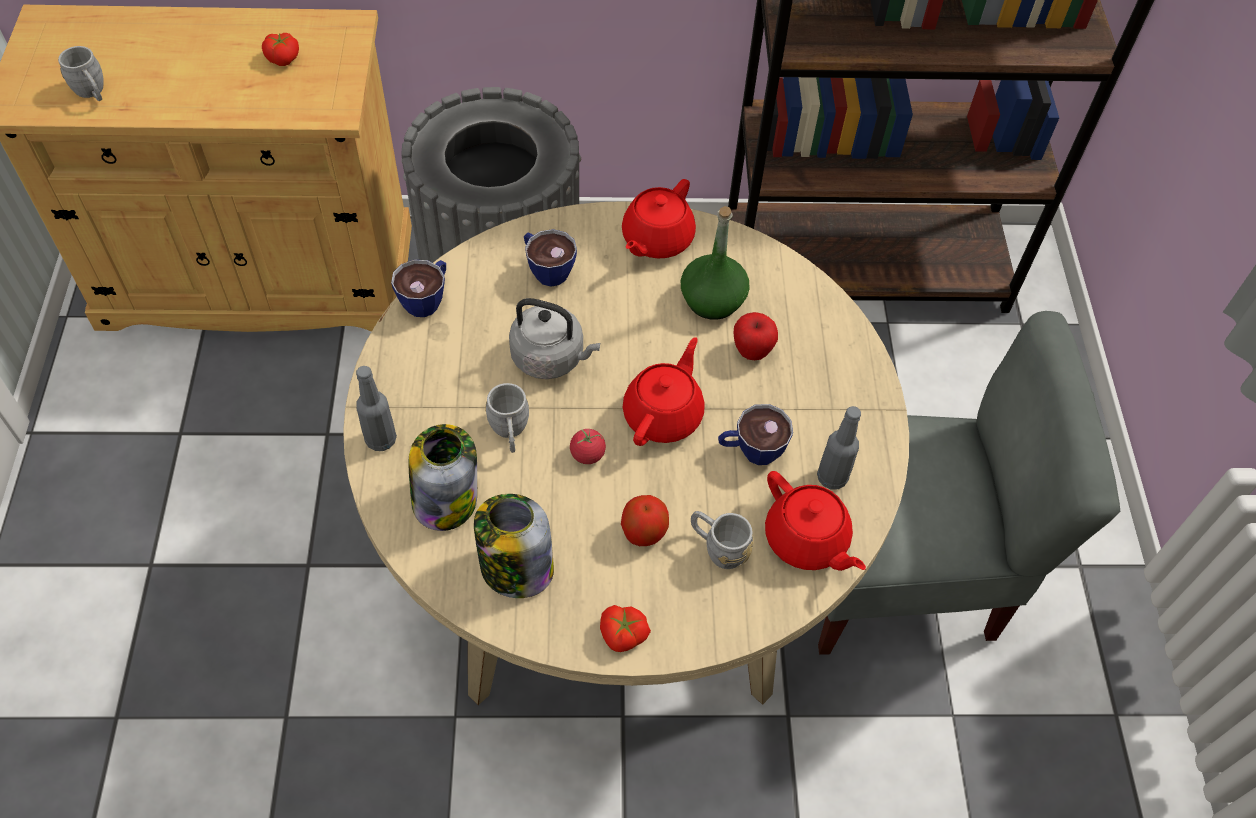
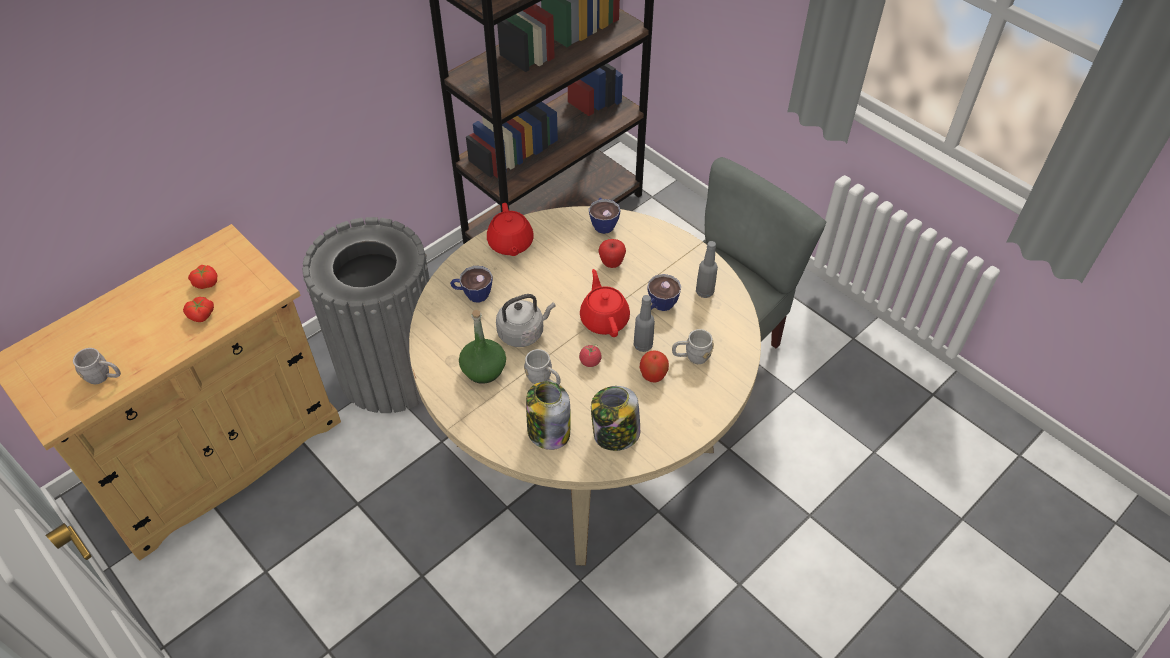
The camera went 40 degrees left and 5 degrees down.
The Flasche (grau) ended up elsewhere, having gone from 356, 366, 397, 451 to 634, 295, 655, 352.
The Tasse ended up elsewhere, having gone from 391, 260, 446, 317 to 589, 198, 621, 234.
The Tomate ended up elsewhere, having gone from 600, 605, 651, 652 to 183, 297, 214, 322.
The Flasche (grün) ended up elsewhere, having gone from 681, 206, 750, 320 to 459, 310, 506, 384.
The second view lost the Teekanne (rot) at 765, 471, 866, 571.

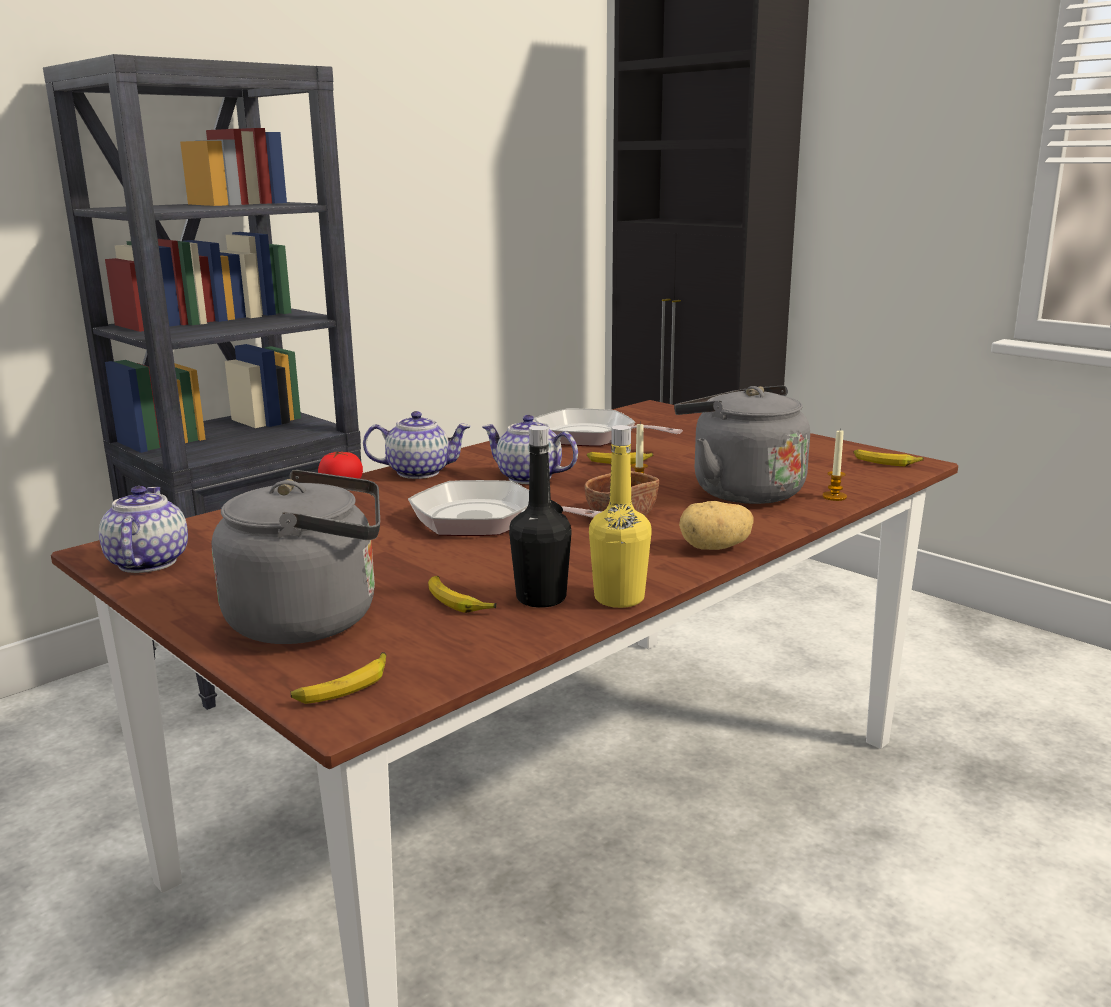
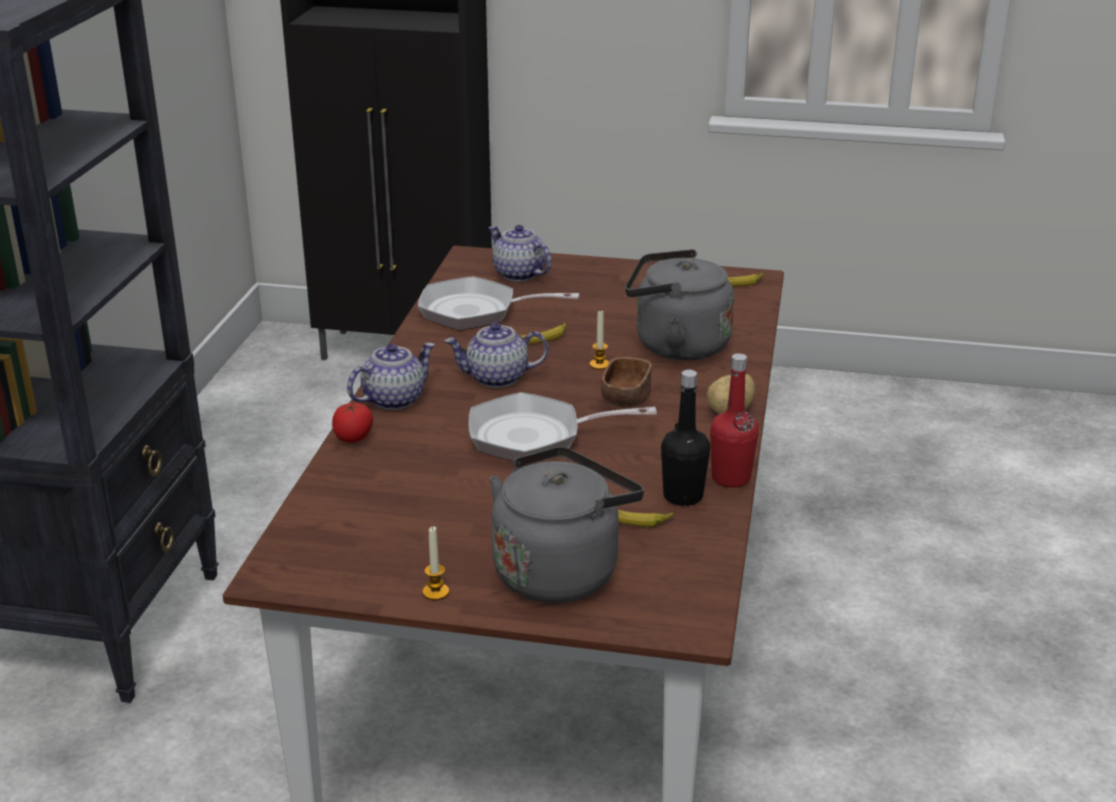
The camera went 35 degrees left and 10 degrees up.
The Teekanne ended up elsewhere, having gone from 99, 486, 188, 573 to 489, 225, 552, 282.
The second view lost the Banane at 291, 652, 387, 704.
What was the Flasche (gelb) at 589, 425, 652, 608 turned into the Flasche (rot) at 710, 353, 759, 487.
The Kerze ended up elsewhere, having gone from 822, 430, 847, 501 to 422, 526, 449, 601.

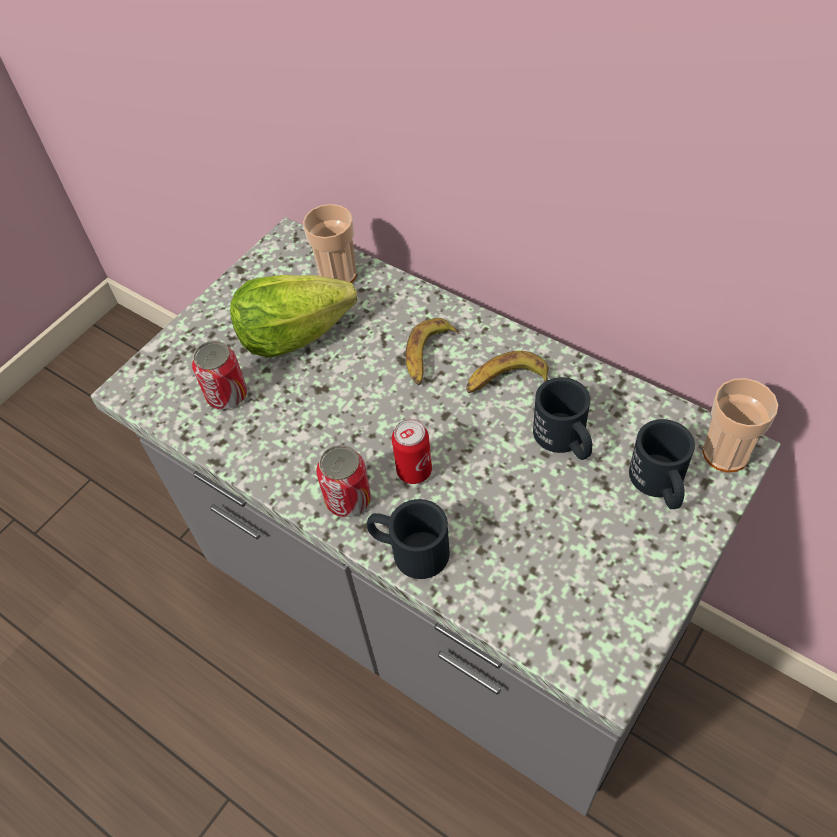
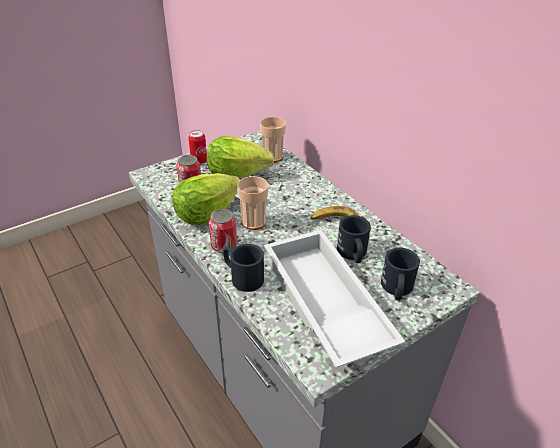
The camera went 15 degrees right and 15 degrees down.
The Dose ended up elsewhere, having gone from 392, 419, 432, 484 to 188, 130, 207, 164.
The second view lost the Banane at 406, 318, 459, 385.
The Tasse ended up elsewhere, having gone from 702, 378, 778, 472 to 237, 176, 268, 230.
The second view gained the Salatkopf at 172, 173, 240, 225.
The second view gained the Tablett (weiß) at 264, 230, 406, 368.

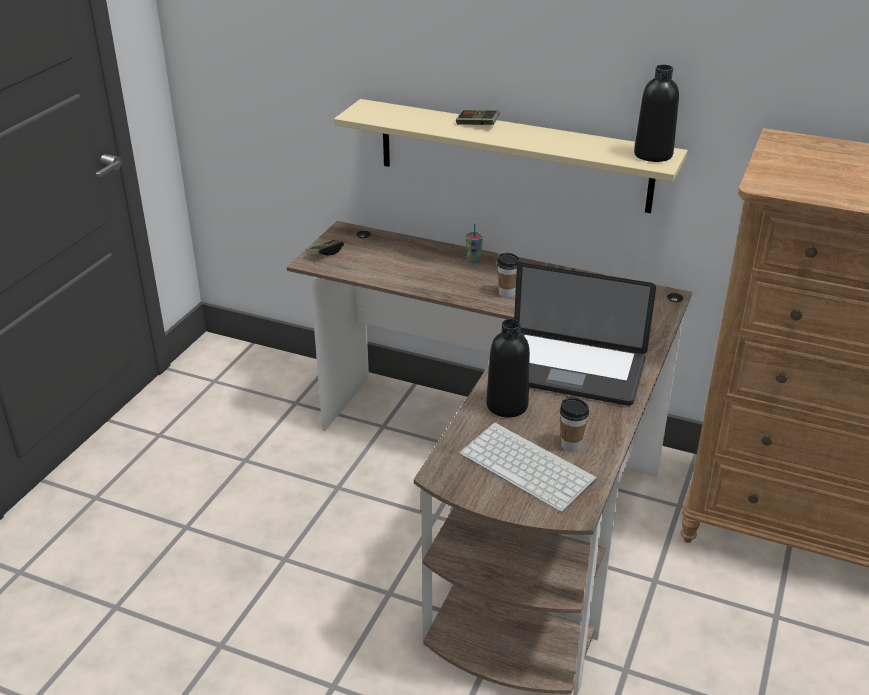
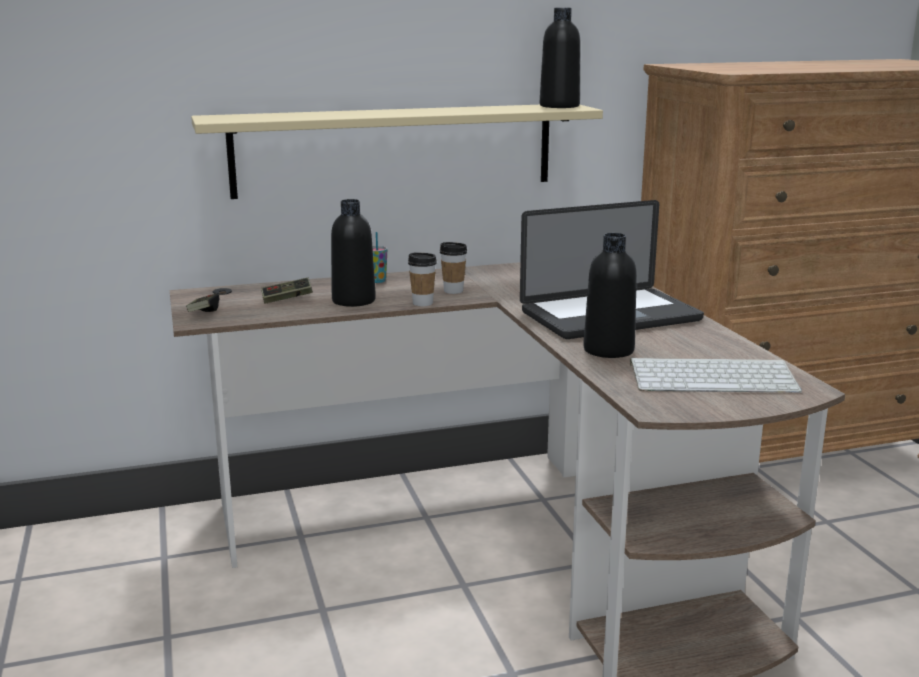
The camera went 40 degrees left and 15 degrees down.
The Gamepad ended up elsewhere, having gone from 456, 110, 500, 125 to 261, 278, 313, 303.
The Tasse ended up elsewhere, having gone from 560, 397, 589, 452 to 408, 253, 437, 306.
The second view gained the Flasche (schwarz) at 331, 199, 376, 307.

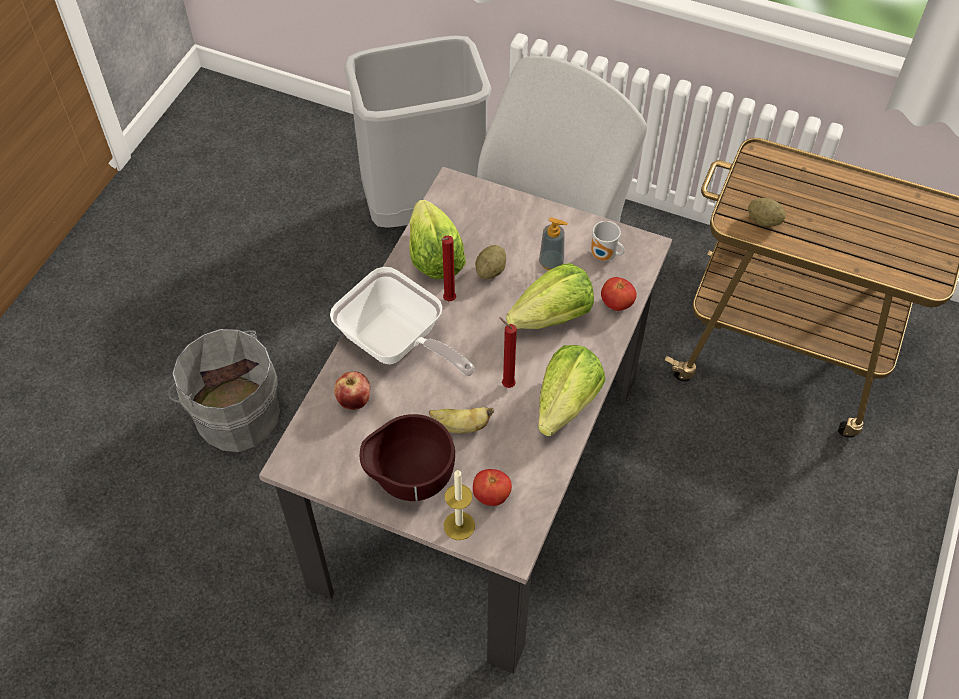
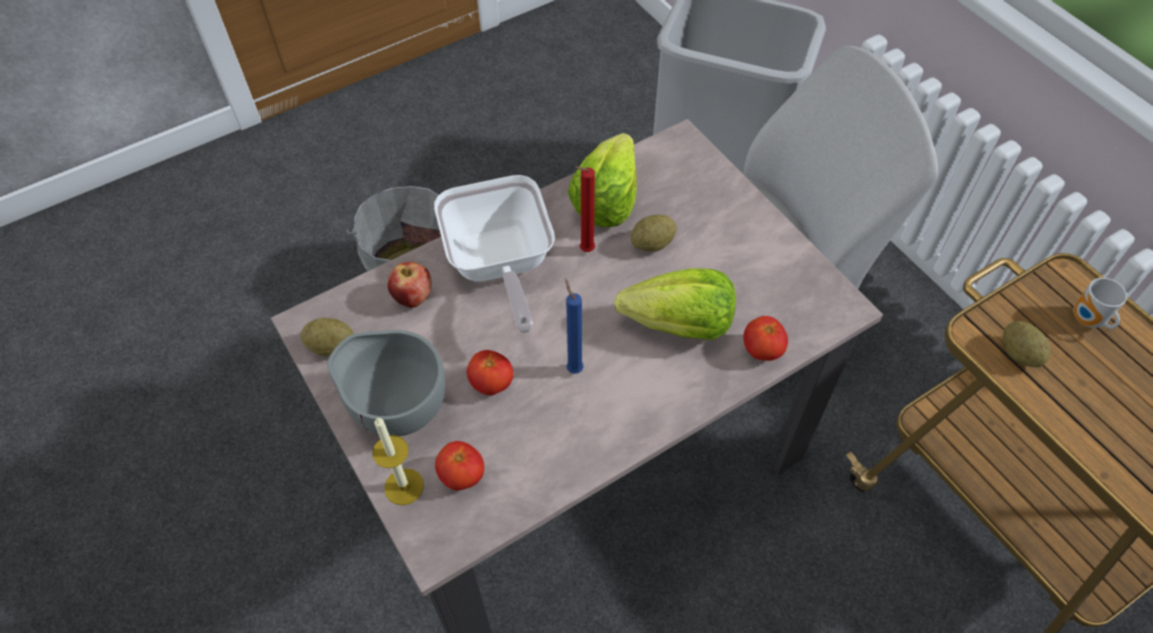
The camera went 35 degrees right and 0 degrees up.
What was the Schüssel (braun) at 360, 414, 455, 501 turned into the Schüssel (grau) at 328, 330, 445, 436.
Where the Banane stood at 429, 407, 494, 433, the Tomate came to stand at 467, 350, 514, 395.
What was the Kerze (rot) at 499, 317, 517, 388 turned into the Kerze (blau) at 565, 279, 584, 374.
The second view lost the Salatkopf at 538, 345, 605, 436.
The second view lost the Seifenspender at 539, 217, 568, 270.
The Henkelbecher ended up elsewhere, having gone from 591, 221, 625, 261 to 1073, 278, 1127, 329.
The second view gained the Kartoffel at 301, 318, 354, 356.

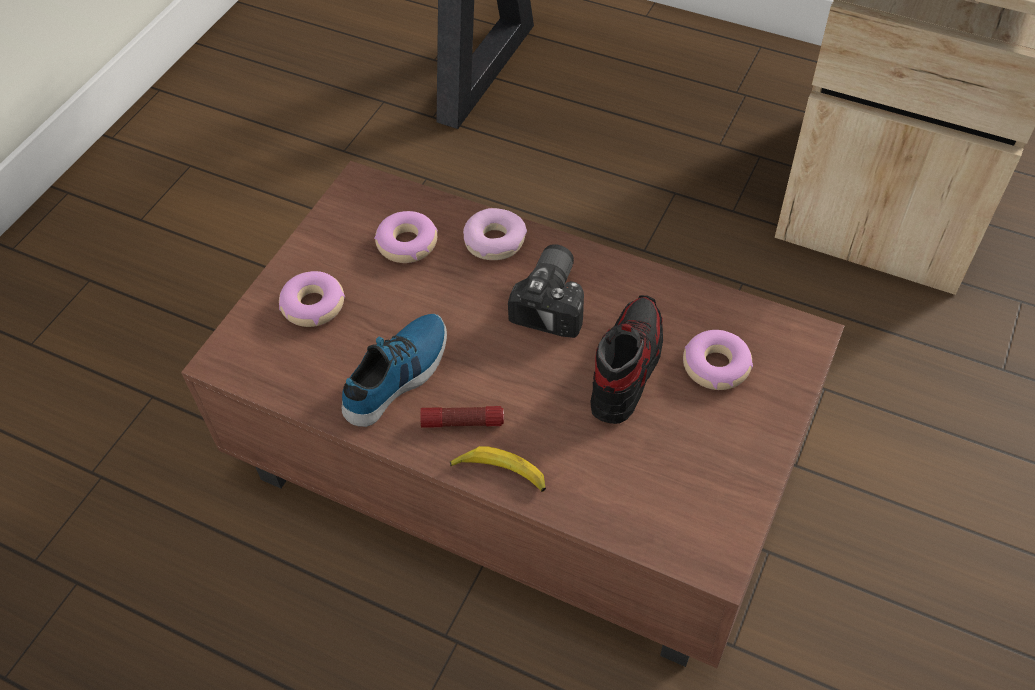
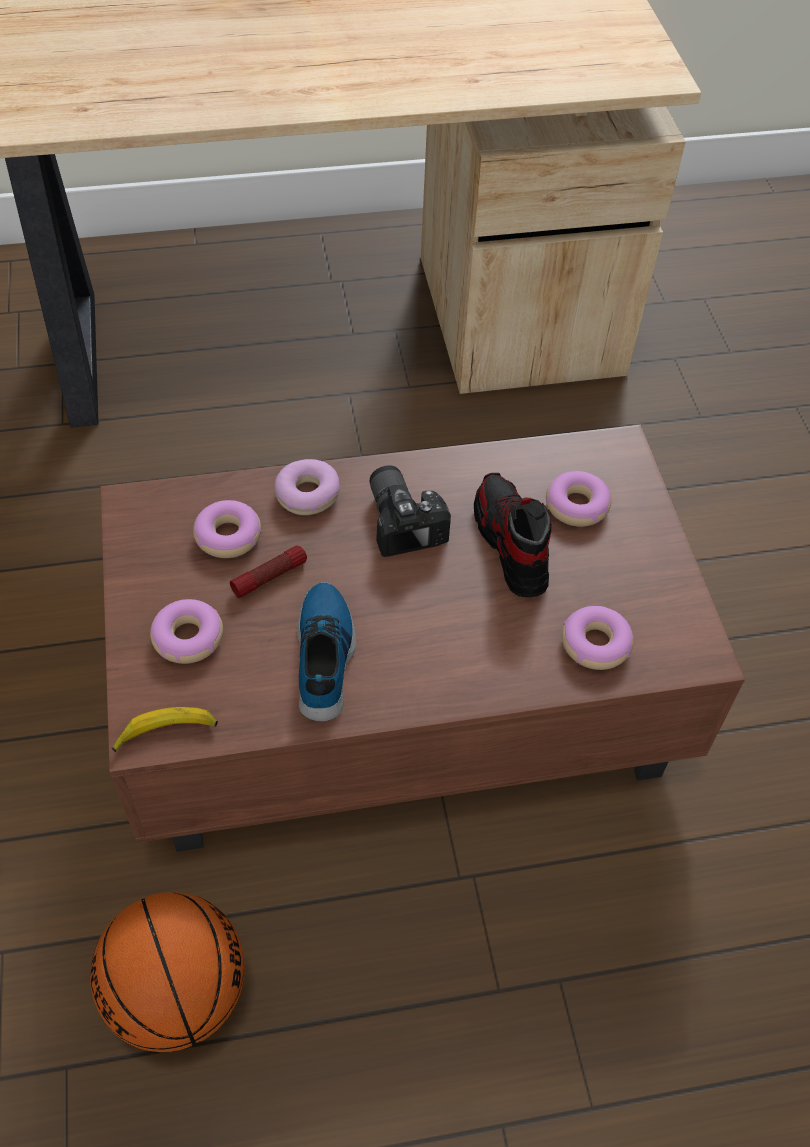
The camera went 40 degrees left and 0 degrees up.
The Taschenlampe ended up elsewhere, having gone from 420, 406, 504, 428 to 230, 545, 307, 598.
The Banane ended up elsewhere, having gone from 450, 446, 546, 492 to 112, 707, 218, 752.
The second view gained the Basketball at 90, 892, 245, 1052.
The second view gained the Donut at 562, 606, 634, 670.

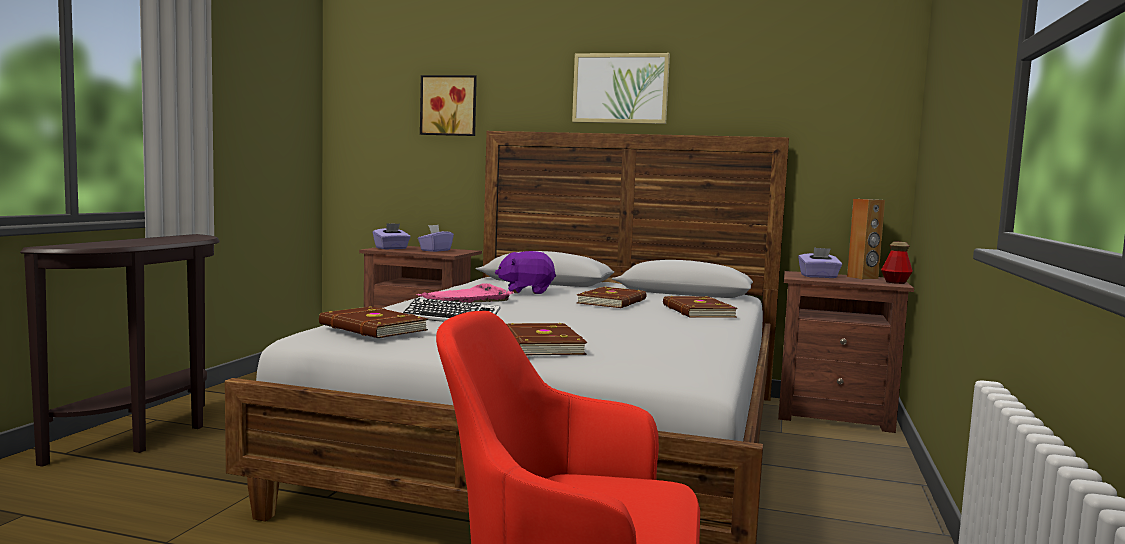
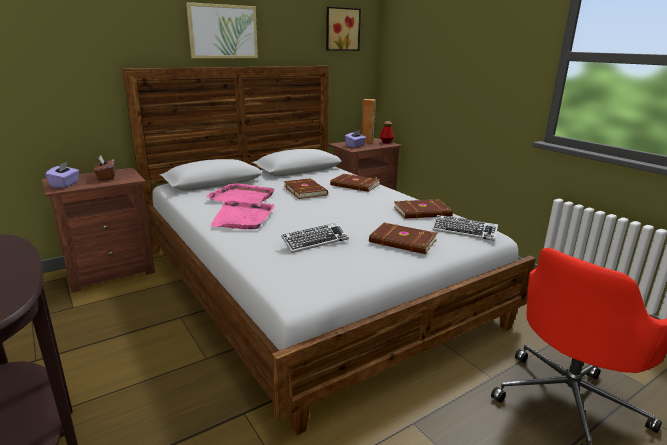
The camera went 50 degrees left and 15 degrees up.
The Buch (braun) ended up elsewhere, having gone from 319, 306, 428, 338 to 394, 199, 453, 219.
What was the Taschentuchbox (lila) at 418, 225, 454, 252 turned into the Taschentuchbox (braun) at 94, 156, 115, 180.
The Bild ended up elsewhere, having gone from 420, 75, 477, 136 to 326, 7, 361, 51.
Where the Plüschtier (lila) stood at 495, 251, 556, 294, the Tablett (rosa) came to stand at 206, 182, 275, 204.
The second view gained the Tastatur at 432, 215, 498, 241.

